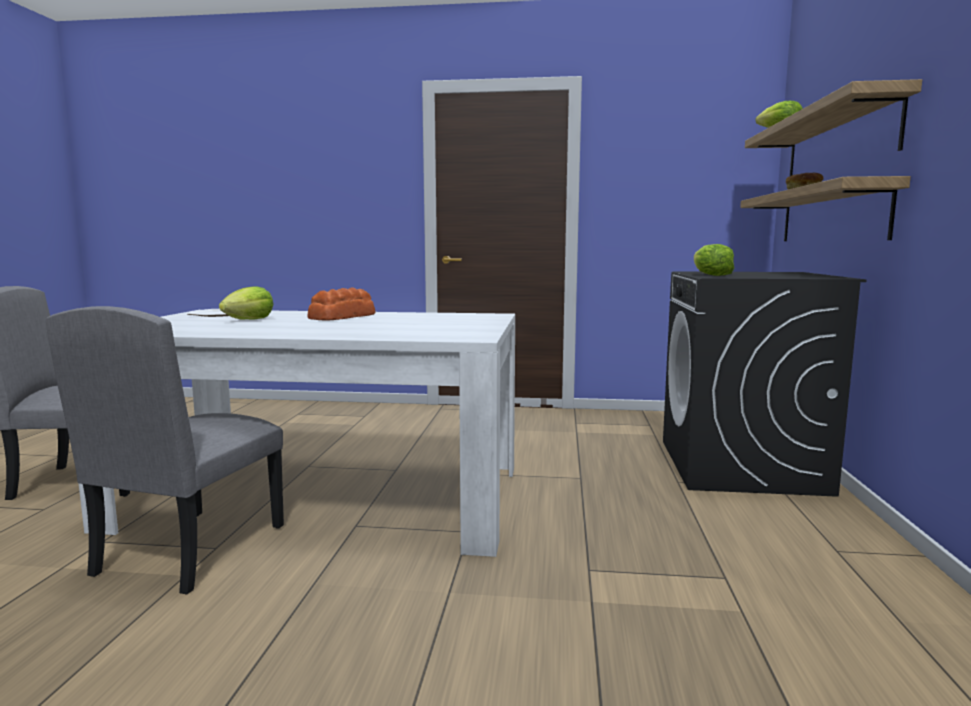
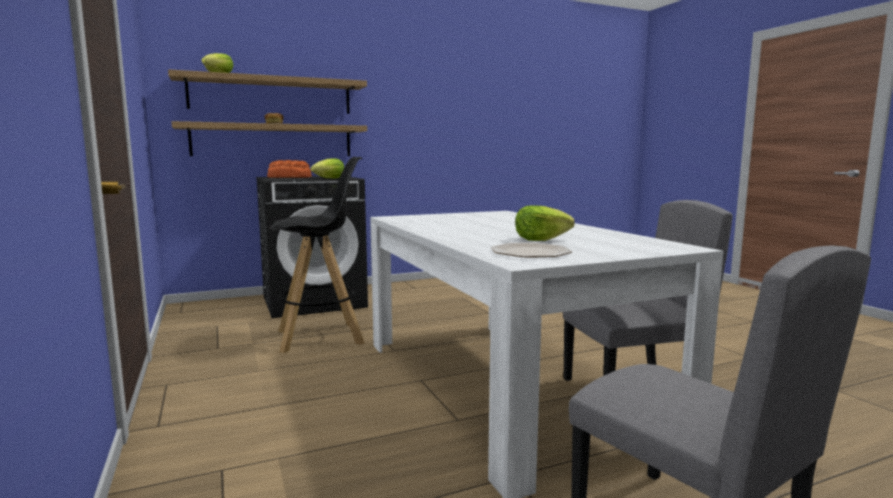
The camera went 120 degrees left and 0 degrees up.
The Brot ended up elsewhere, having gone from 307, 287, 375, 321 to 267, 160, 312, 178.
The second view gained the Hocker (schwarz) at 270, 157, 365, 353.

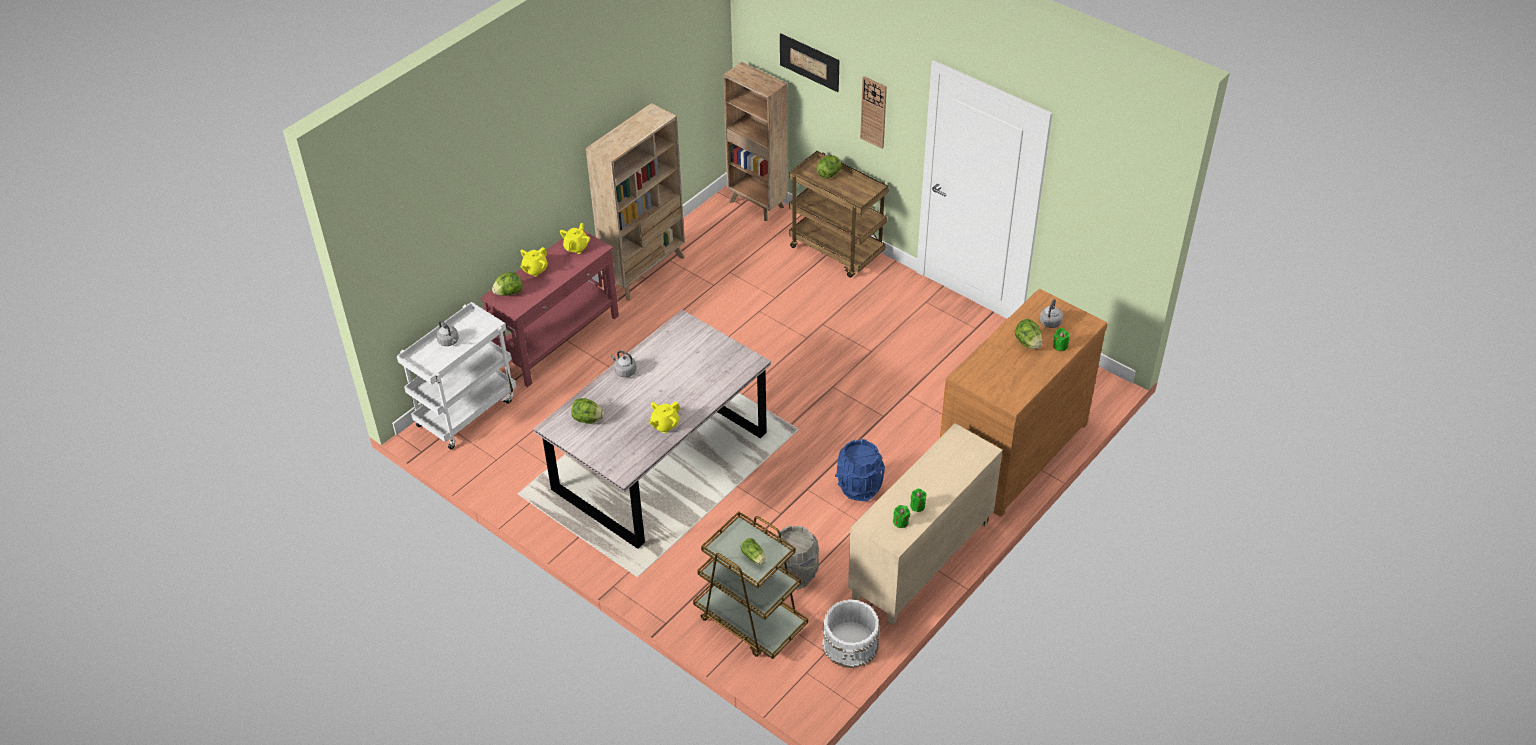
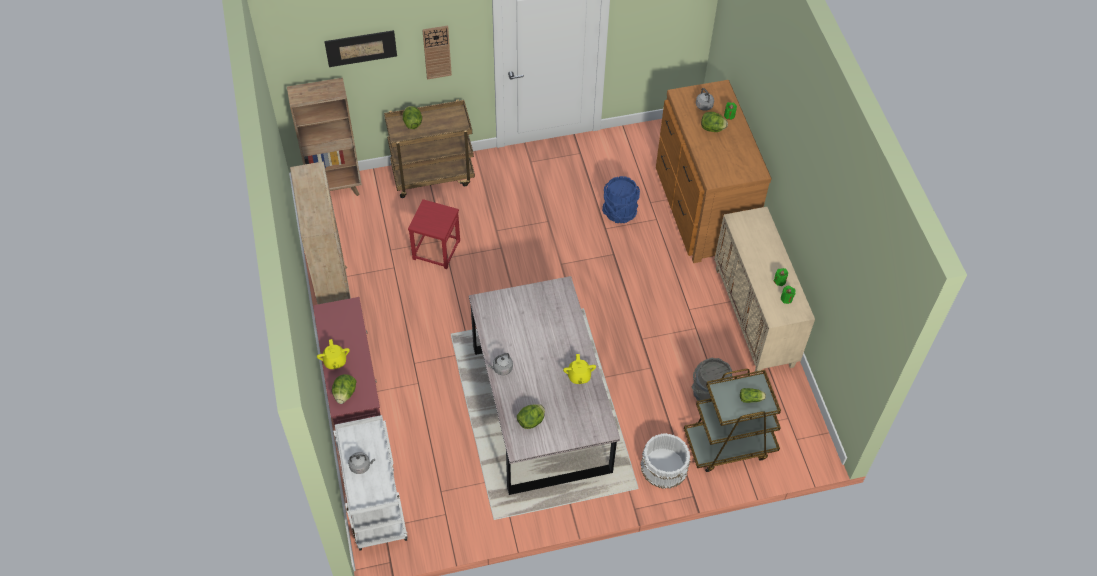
The camera went 55 degrees left and 10 degrees up.
The second view lost the Teekanne (gelb) at 560, 223, 590, 254.
The Eimer (weiß) ended up elsewhere, having gone from 822, 599, 880, 668 to 641, 433, 690, 489.
The Eimer (blau) ended up elsewhere, having gone from 835, 439, 885, 501 to 602, 176, 640, 223.
The second view gained the Hocker (rot) at 408, 199, 460, 269.

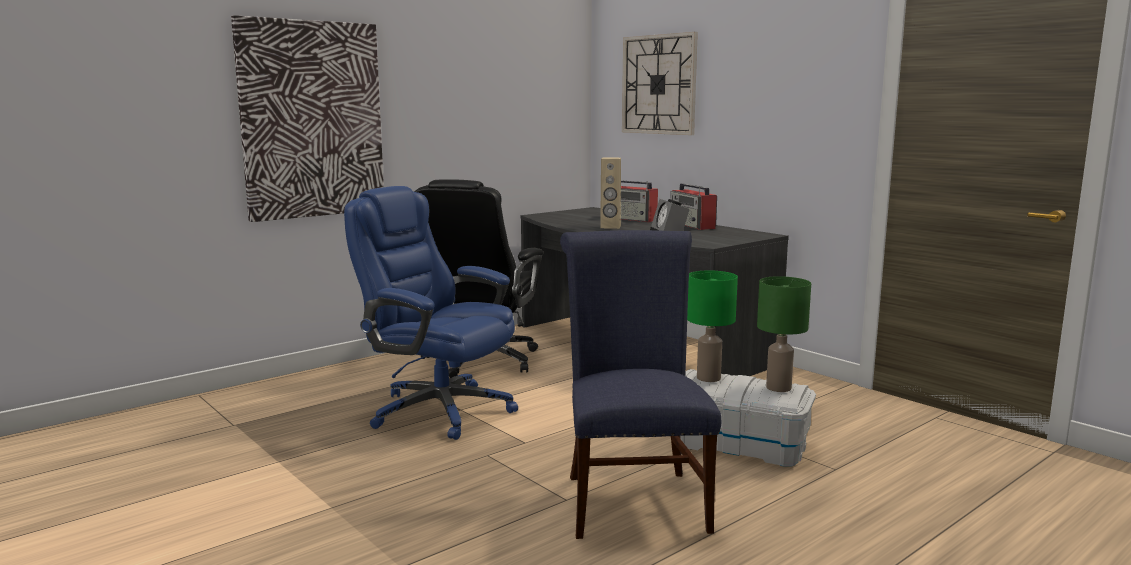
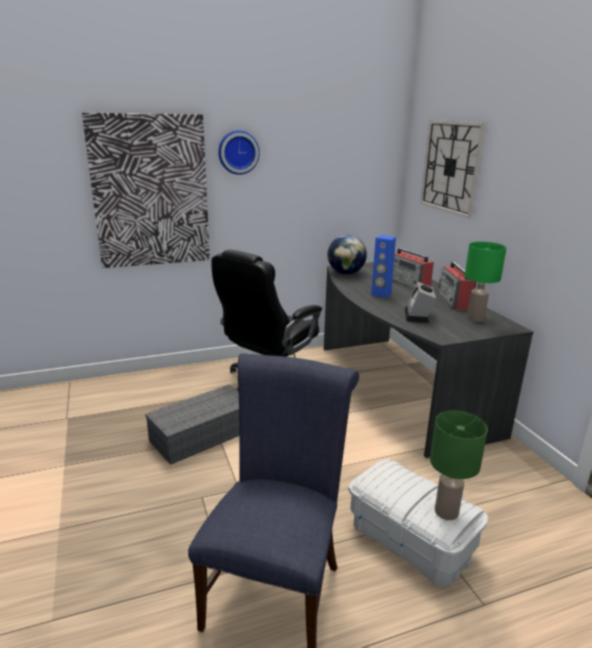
The camera went 20 degrees right and 10 degrees up.
Where the Bürostuhl (blau) stood at 344, 186, 518, 440, the Aufbewahrungsbox (grau) came to stand at 145, 385, 239, 465.
What was the Lautsprecher (beige) at 600, 157, 621, 229 turned into the Lautsprecher (blau) at 371, 235, 396, 298.
The Tischlampe (grün) ended up elsewhere, having gone from 687, 271, 738, 382 to 465, 242, 506, 322.
The second view gained the Wanduhr at 218, 130, 260, 175.
The second view gained the Globus at 328, 235, 367, 274.

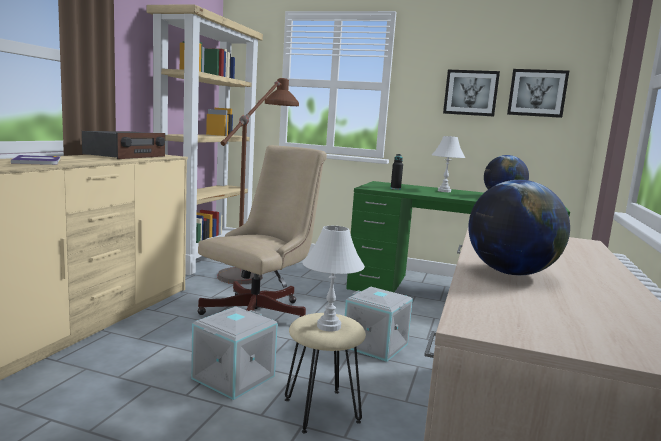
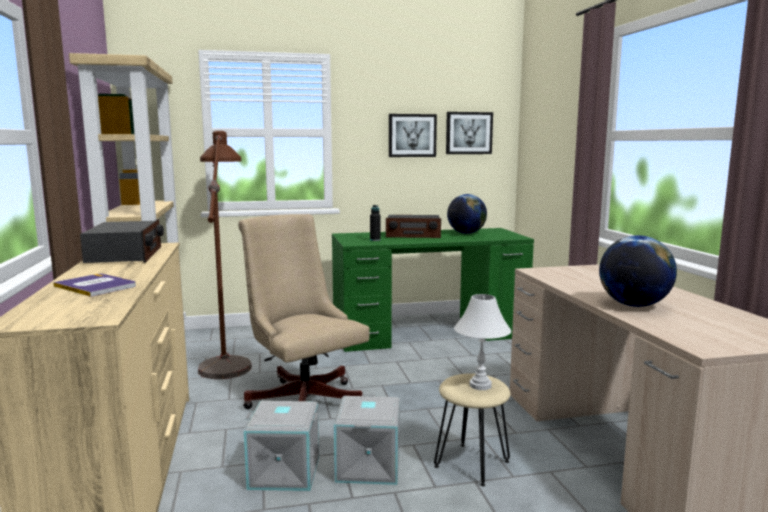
The camera went 30 degrees left and 0 degrees up.
The Bürostuhl (beige) at 197, 145, 327, 317 ended up facing another way, 45 degrees counterclockwise from before.
The Aufbewahrungsbox (grau) ended up elsewhere, having gone from 345, 287, 413, 362 to 244, 401, 319, 491.
Where the Tischlampe (weiß) stood at 432, 136, 465, 192, the Radio came to stand at 386, 215, 441, 238.

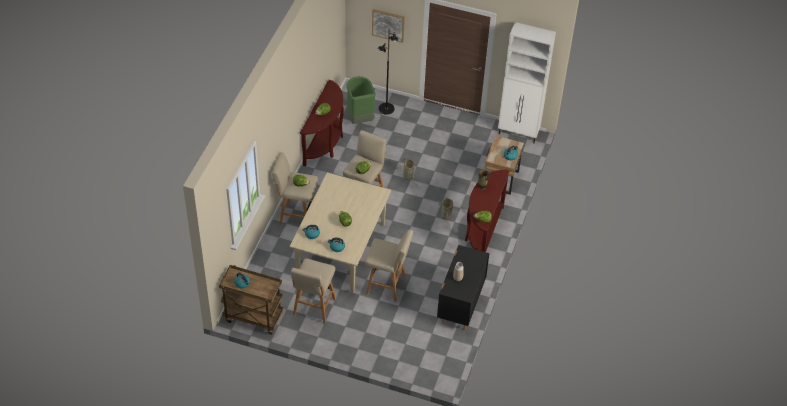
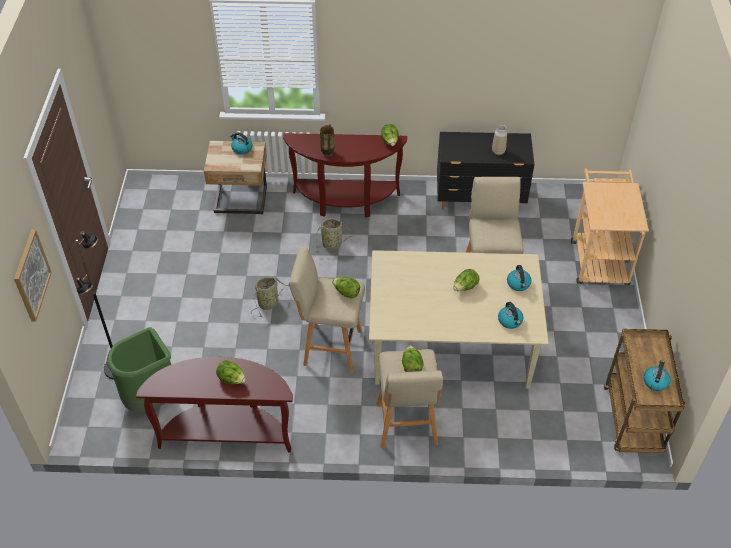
The camera went 105 degrees left and 0 degrees up.
The second view lost the Hocker (beige) at 291, 258, 336, 324.
The second view lost the Schrank (weiß) at 498, 22, 556, 143.
The second view gained the Rollwagen (beige) at 571, 169, 649, 285.

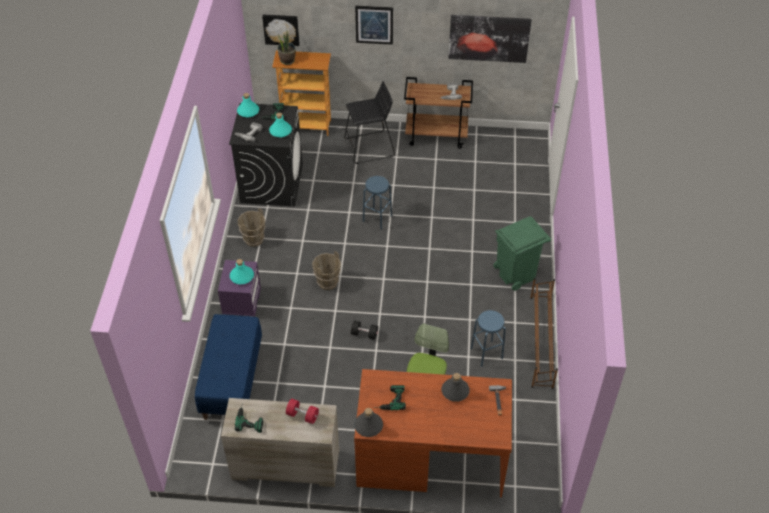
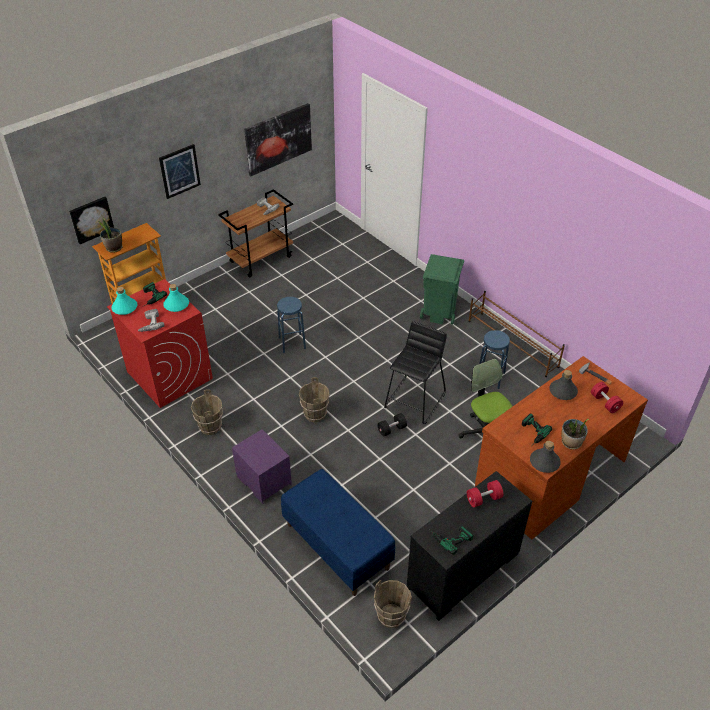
The camera went 45 degrees left and 5 degrees down.
What was the Kommode (beige) at 221, 398, 339, 487 turned into the Kommode (schwarz) at 407, 471, 532, 621.
What was the Waschmaschine (schwarz) at 229, 103, 303, 206 turned into the Waschmaschine (rot) at 107, 279, 213, 408.
The second view lost the Flasche (türkis) at 230, 259, 254, 284.
The Hocker (schwarz) ended up elsewhere, having gone from 344, 81, 395, 164 to 384, 321, 447, 424.
The second view gained the Eimer (braun) at 374, 580, 412, 628.
The second view gained the Topfpflanze at 561, 419, 589, 449.
The second view gained the Hantel (rot) at 591, 382, 623, 413.

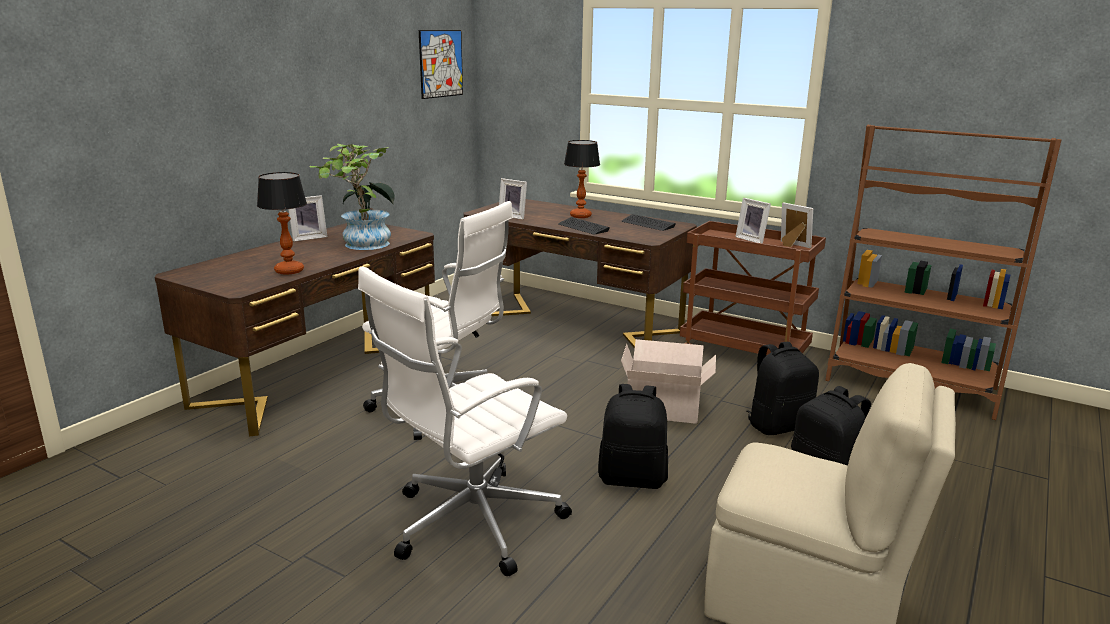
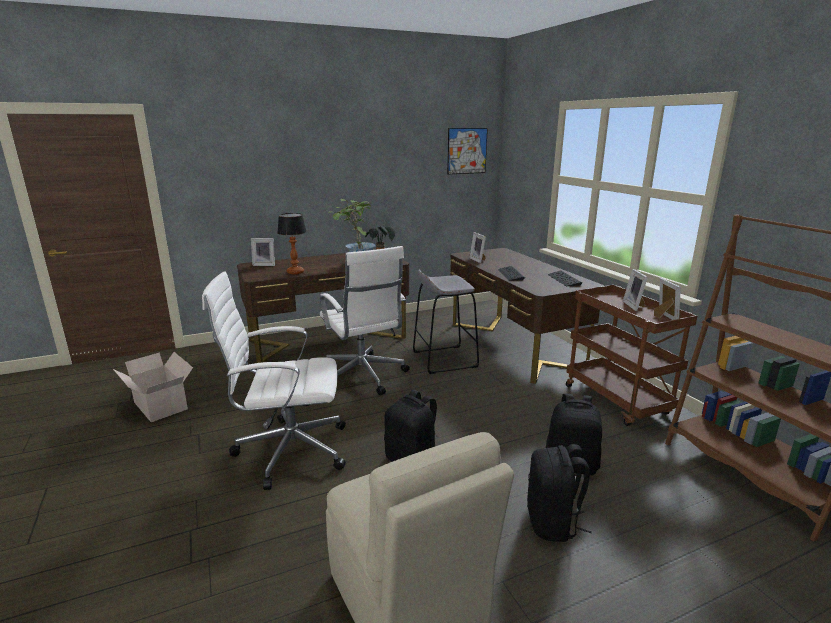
The camera went 35 degrees right and 0 degrees up.
The Bilderrahmen ended up elsewhere, having gone from 288, 195, 327, 242 to 251, 238, 275, 266.
The second view lost the Tischlampe at 564, 140, 600, 218.
The Karton ended up elsewhere, having gone from 621, 339, 716, 424 to 113, 352, 193, 422.
The second view gained the Hocker (grau) at 413, 269, 479, 374.

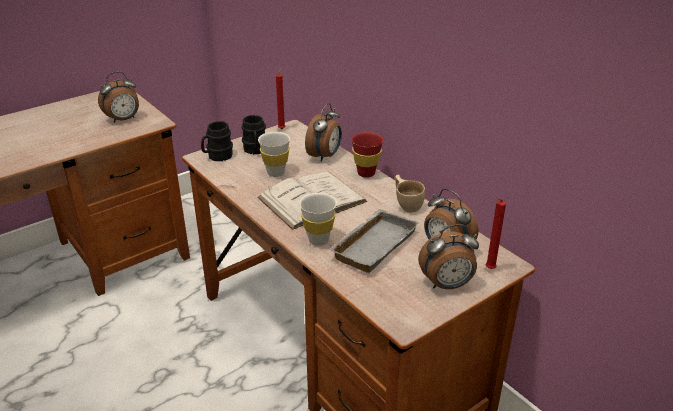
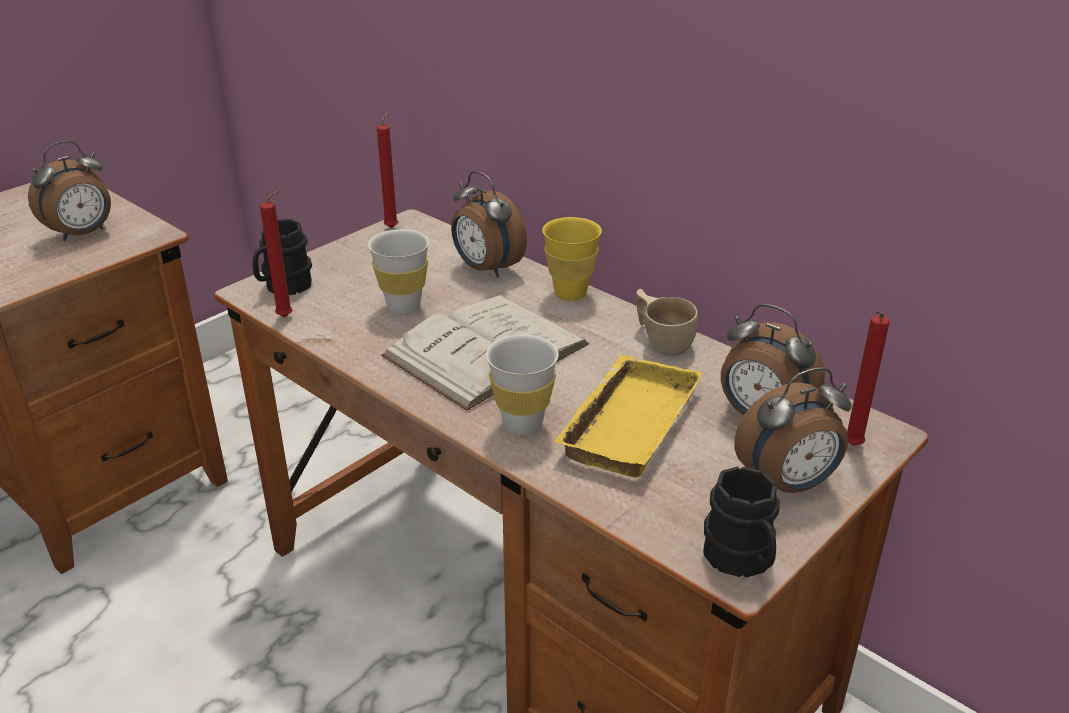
The camera went 10 degrees left and 0 degrees up.
The Henkelbecher (schwarz) ended up elsewhere, having gone from 241, 115, 266, 154 to 703, 466, 780, 577.
The Wecker at 305, 103, 342, 162 ended up facing another way, 120 degrees clockwise from before.
What was the Tablett (grau) at 328, 209, 419, 273 turned into the Tablett (gelb) at 554, 355, 703, 478.
What was the Tasse (rot) at 351, 132, 383, 178 turned into the Tasse (gelb) at 542, 217, 602, 301.
The second view gained the Kerze (rot) at 260, 189, 292, 317.

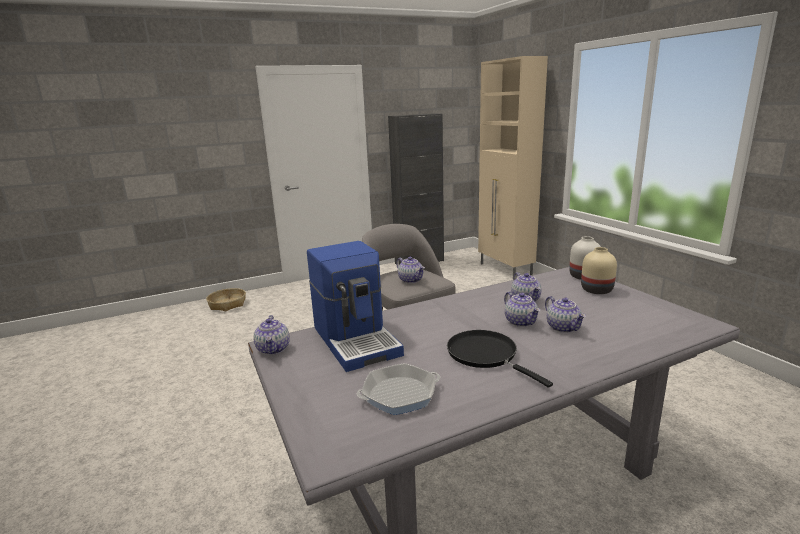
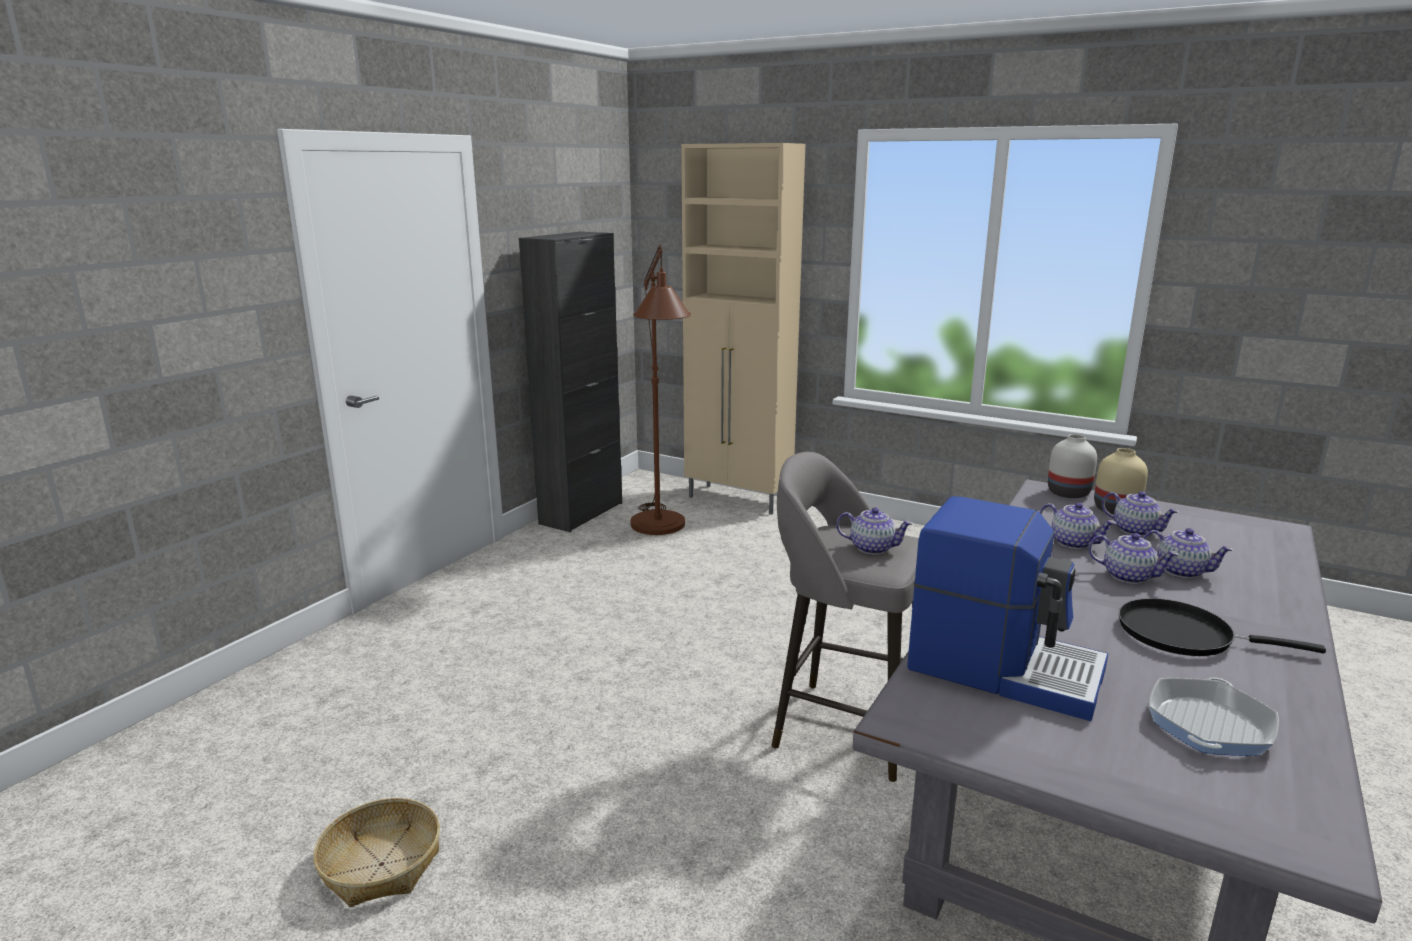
The camera went 35 degrees left and 0 degrees up.
The Korb ended up elsewhere, having gone from 206, 288, 246, 311 to 313, 798, 440, 907.
The Teekanne ended up elsewhere, having gone from 253, 315, 290, 355 to 1102, 491, 1179, 536.
The second view gained the Stehlampe (braun) at 631, 244, 691, 535.

